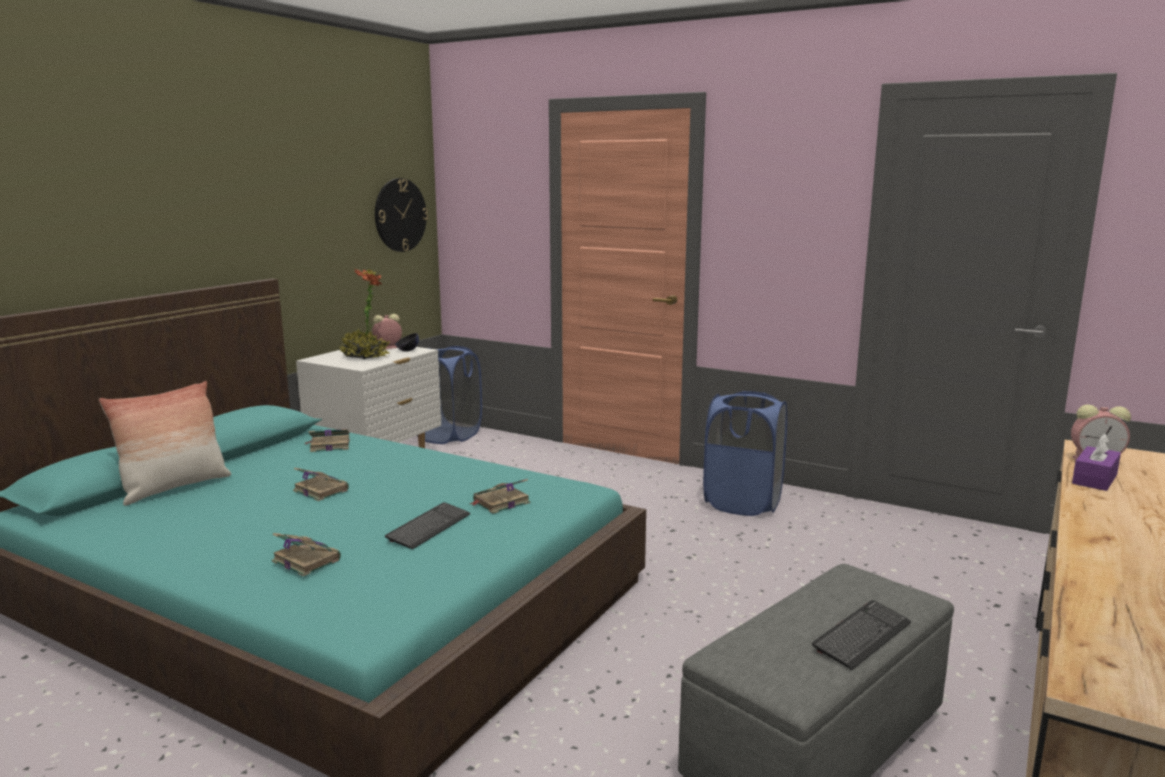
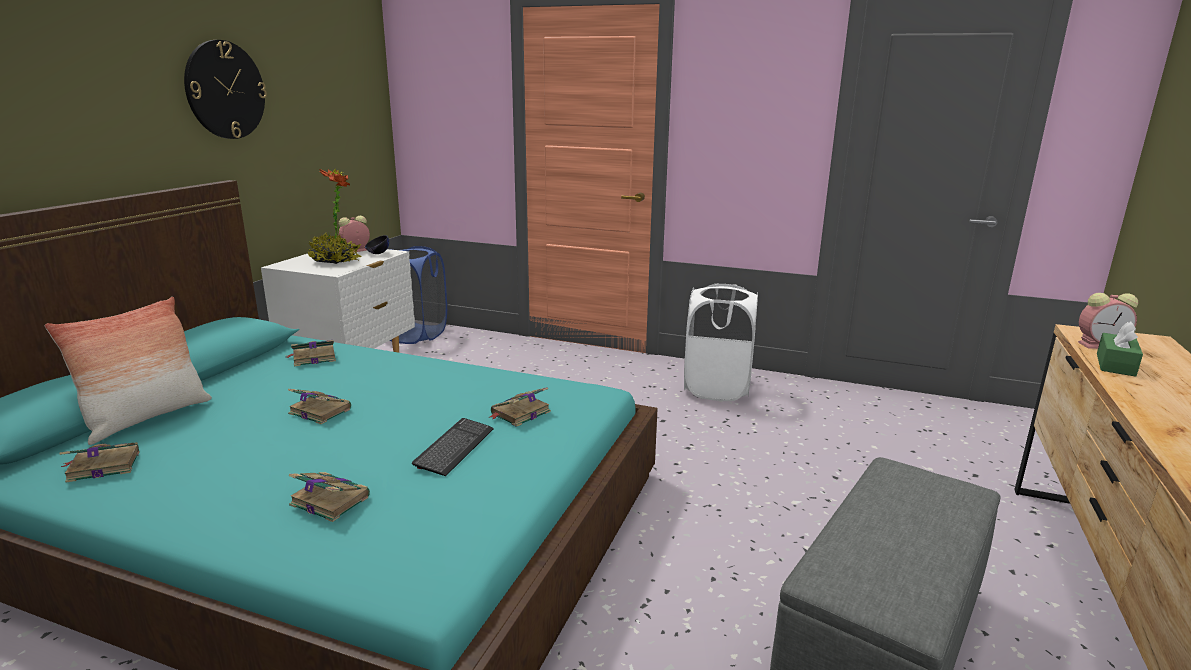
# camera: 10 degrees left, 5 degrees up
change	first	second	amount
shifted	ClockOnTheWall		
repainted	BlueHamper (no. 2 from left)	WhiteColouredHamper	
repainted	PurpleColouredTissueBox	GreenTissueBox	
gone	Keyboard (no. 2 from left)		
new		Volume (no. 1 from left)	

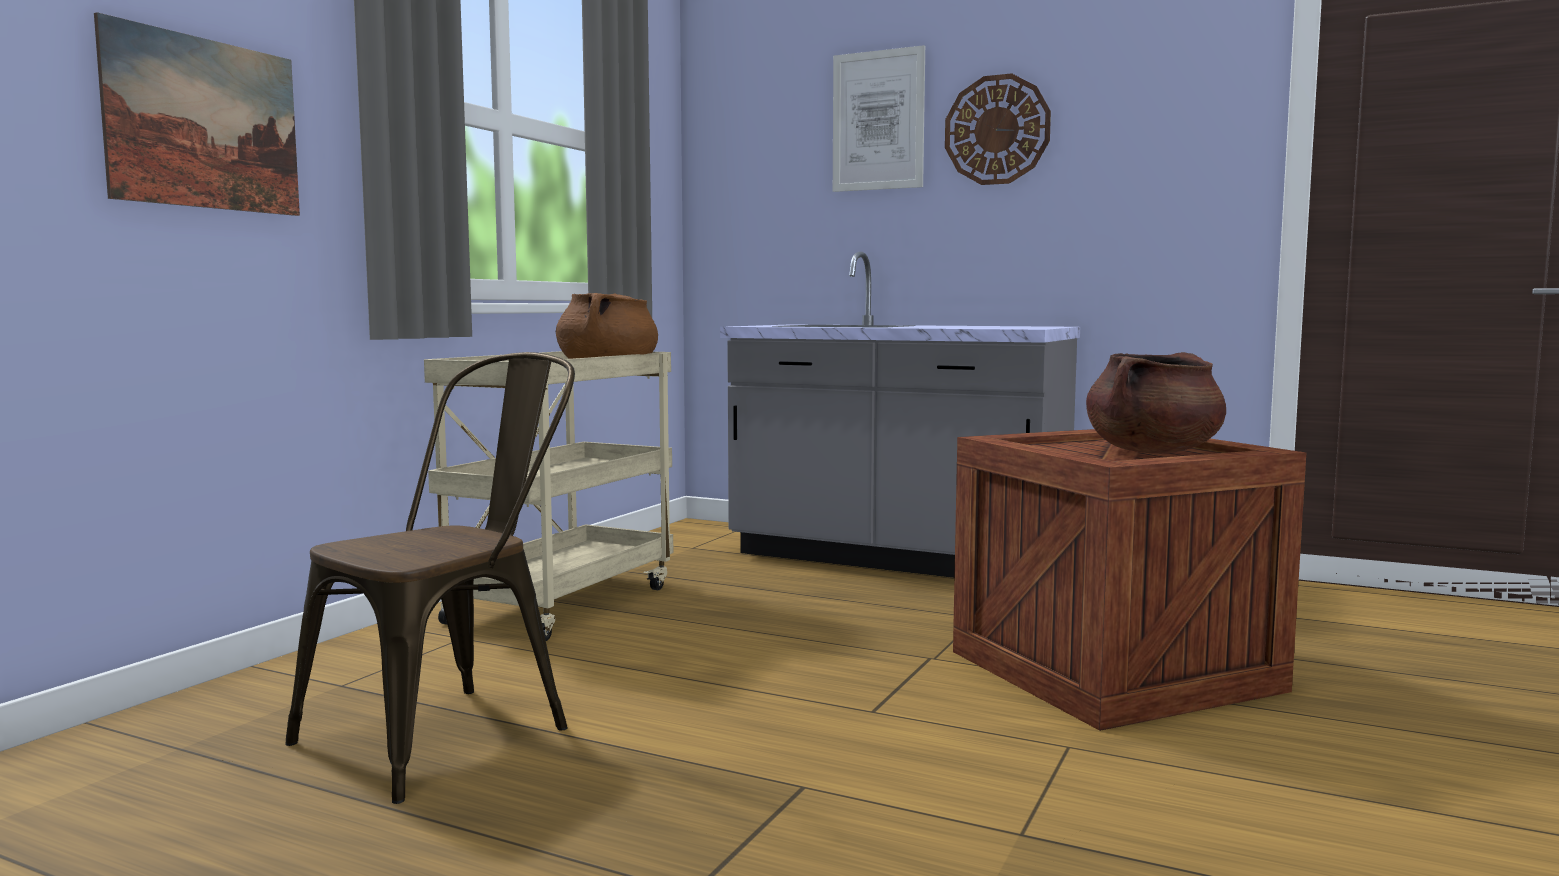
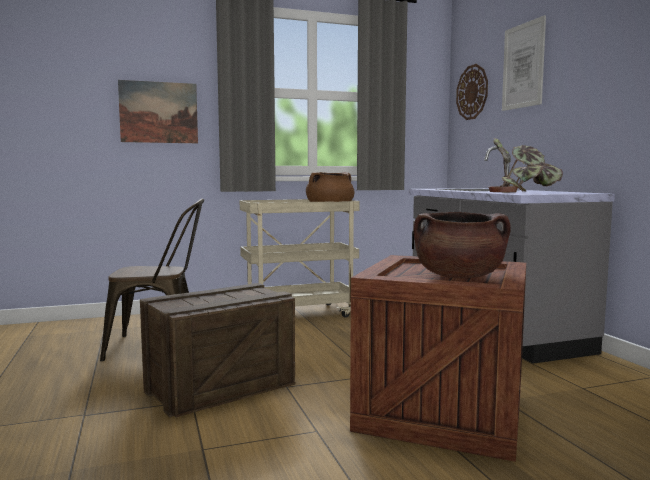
# camera: 45 degrees right, 0 degrees up
change	first	second	amount
shifted	ClockOnTheWall		
new		Houseplant	
new		ShippingCrate (no. 1 from left)	

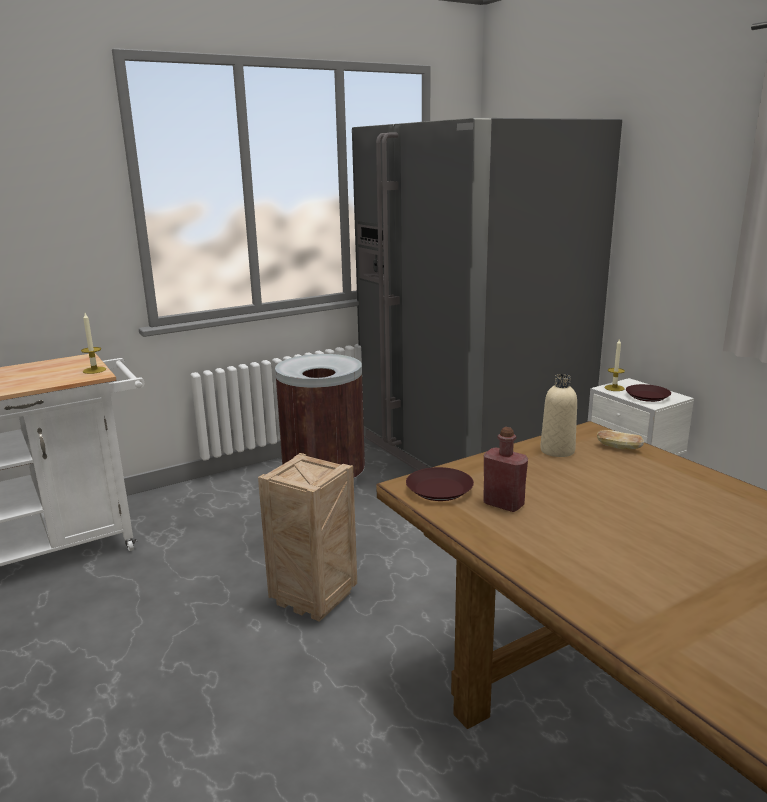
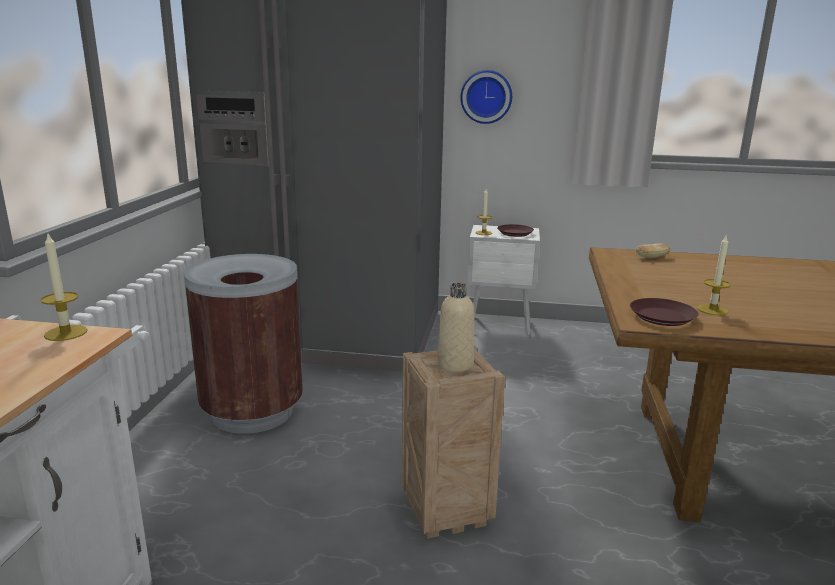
# camera: 50 degrees left, 0 degrees up
change	first	second	amount
shifted	SandColouredBeverageBottle		
swapped	ReddishBeverageBottle	Candle (no. 3 from left)	
new		ClockOnTheWall	

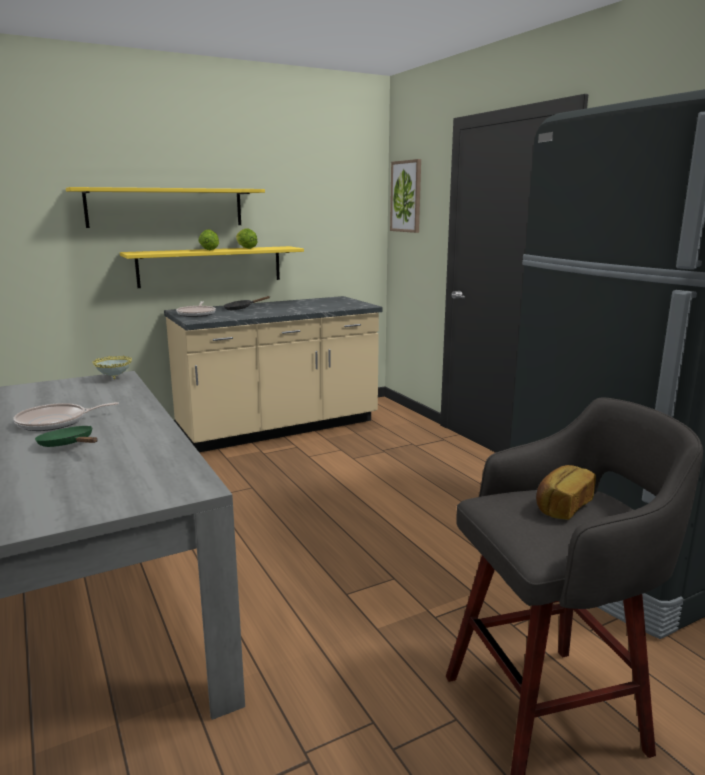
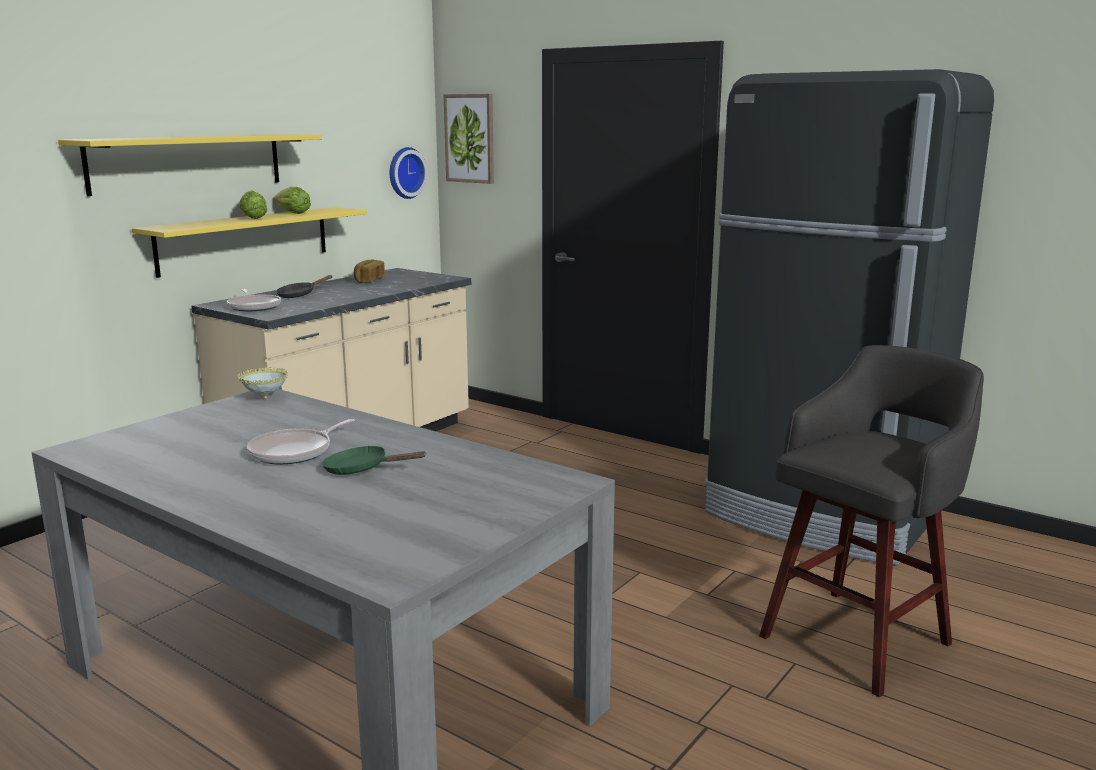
# camera: 25 degrees left, 0 degrees up
change	first	second	amount
shifted	BakedBread		
new		ClockOnTheWall	

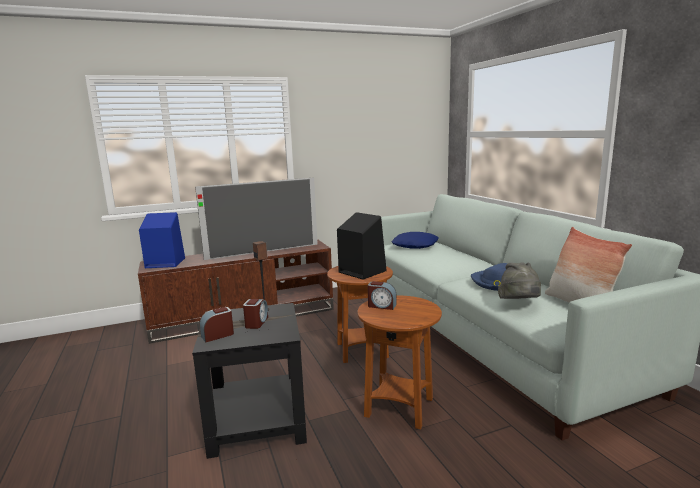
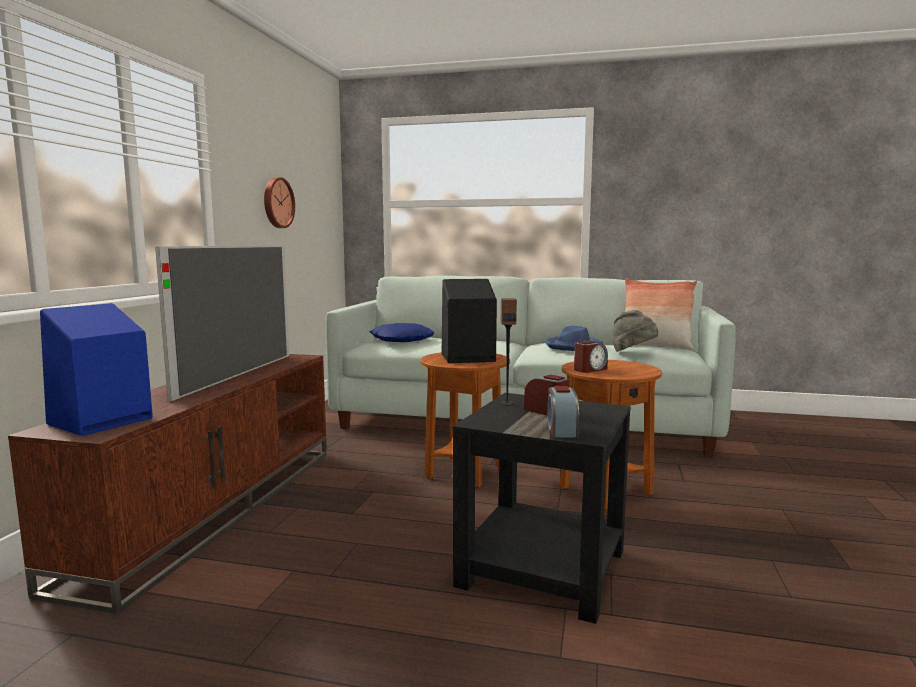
# camera: 55 degrees left, 5 degrees down
change	first	second	amount
new		ClockOnTheWall	

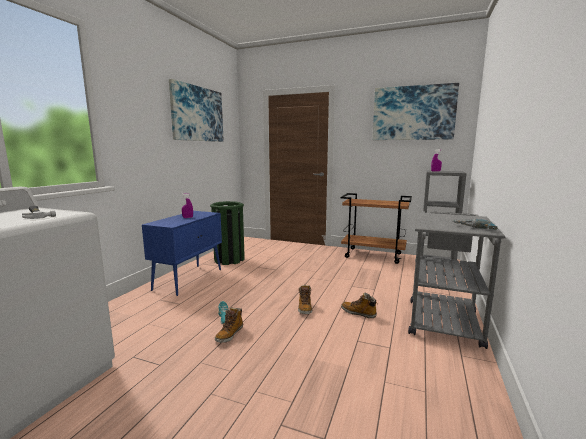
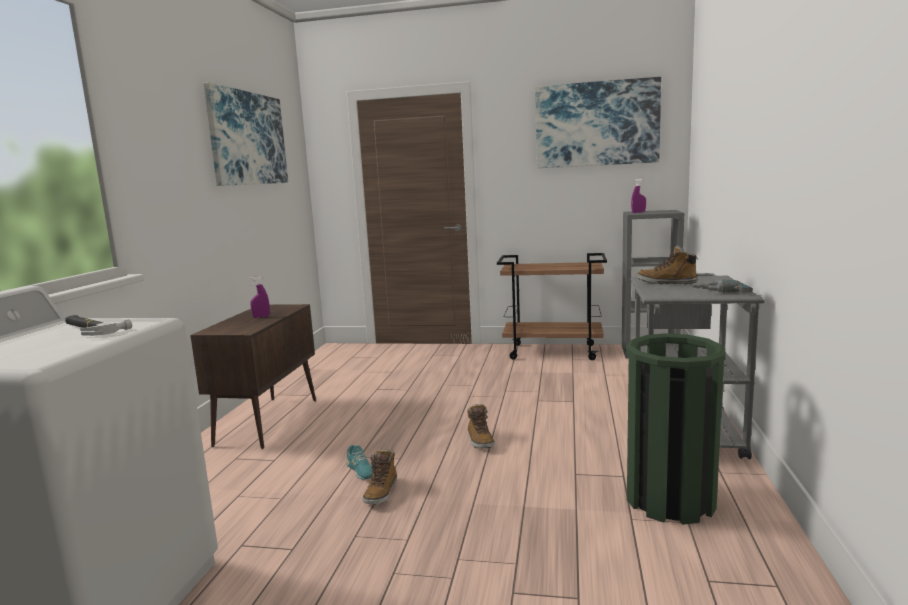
# camera: 10 degrees left, 0 degrees up
change	first	second	amount
shifted	GreenRubbishBin		
repainted	BlueCabinet	BrownishCabinet	
shifted	HighTopBoot (no. 3 from left)		

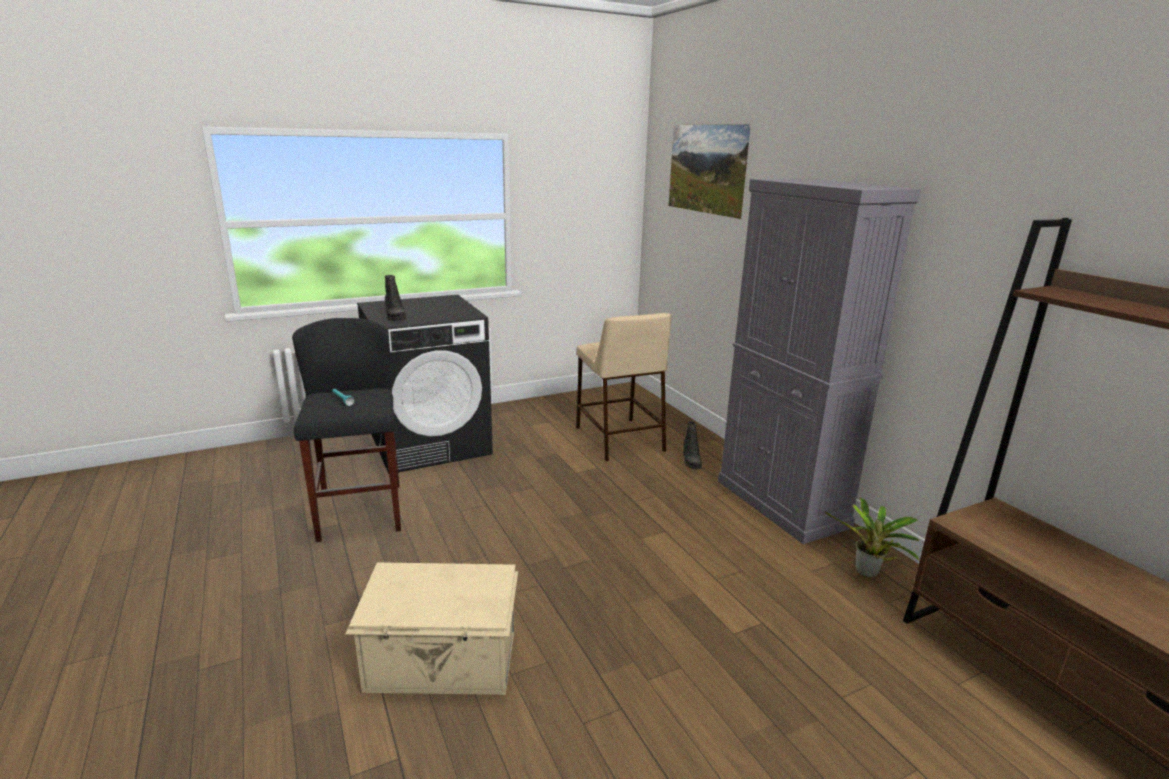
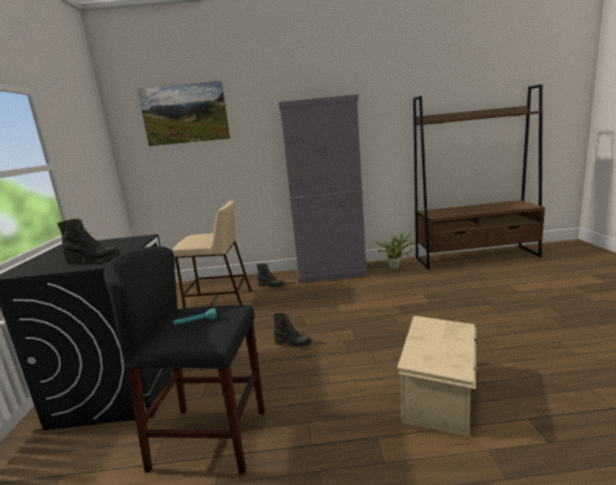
# camera: 65 degrees left, 5 degrees down
change	first	second	amount
new		BlackColouredHighTopBoot (no. 3 from left)	

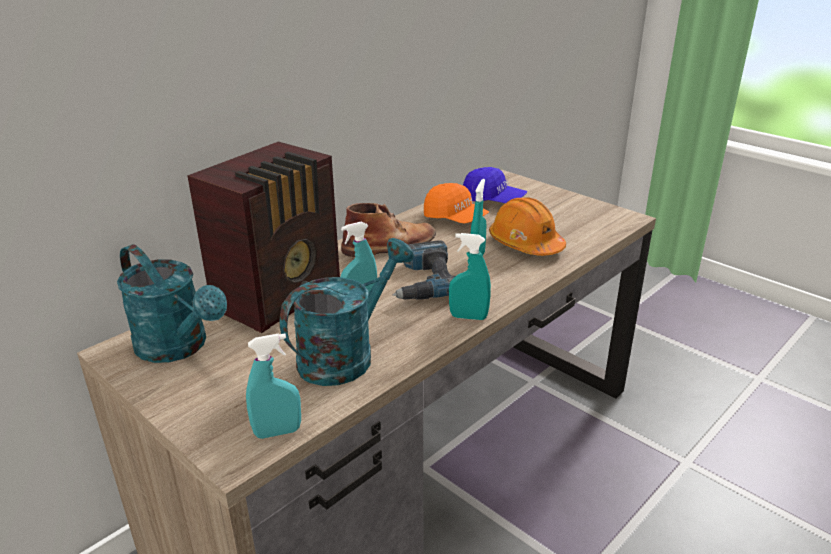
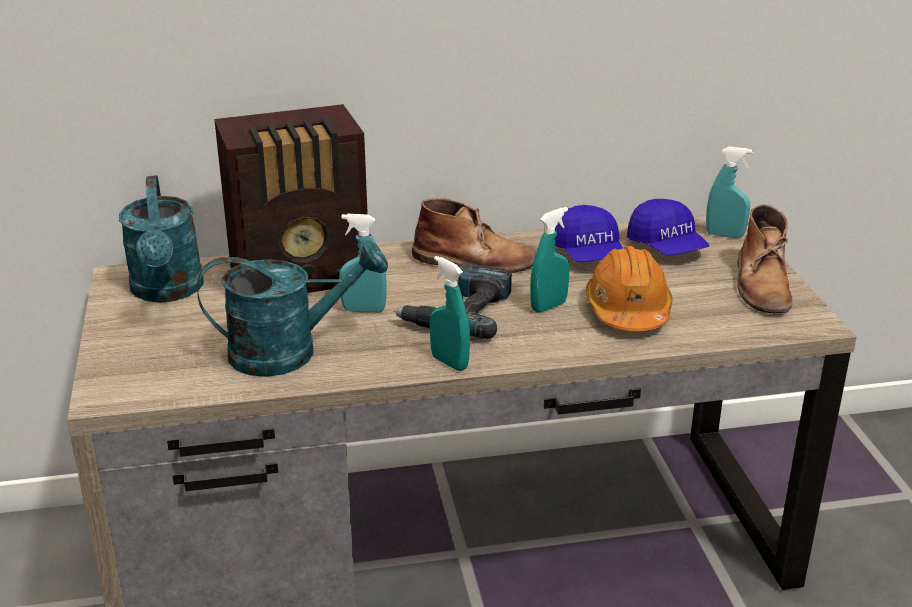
# camera: 35 degrees right, 0 degrees up
change	first	second	amount
repainted	OrangeColouredBaseballCap	BlueBaseballCap (no. 1 from left)	
shifted	BlueGreenSprayer (no. 1 from left in the first image)	BlueGreenSprayer (no. 4 from left)	
new		BrownishHighTopBoot (no. 2 from left)	

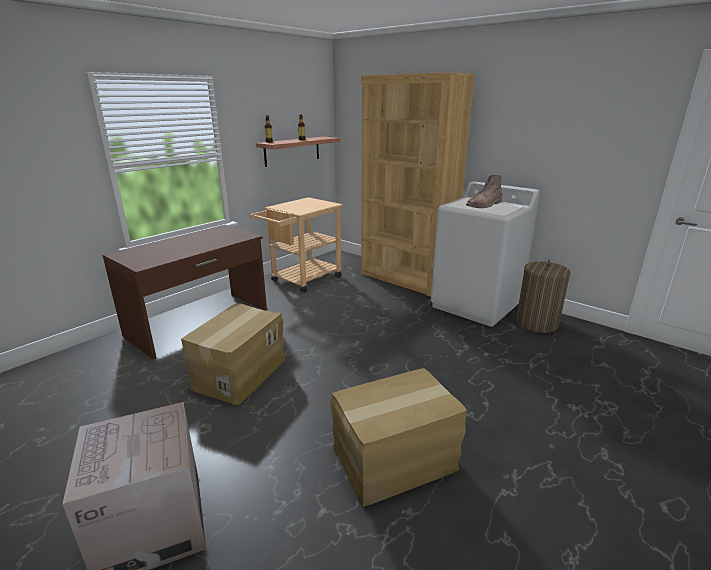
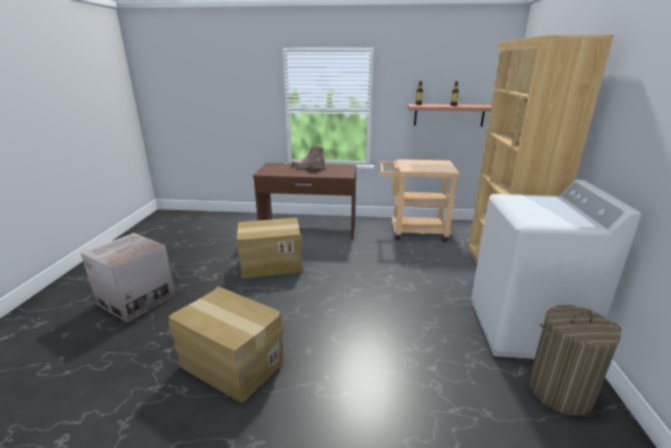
# camera: 55 degrees right, 0 degrees up
change	first	second	amount
shifted	BrownishHighTopBoot		

